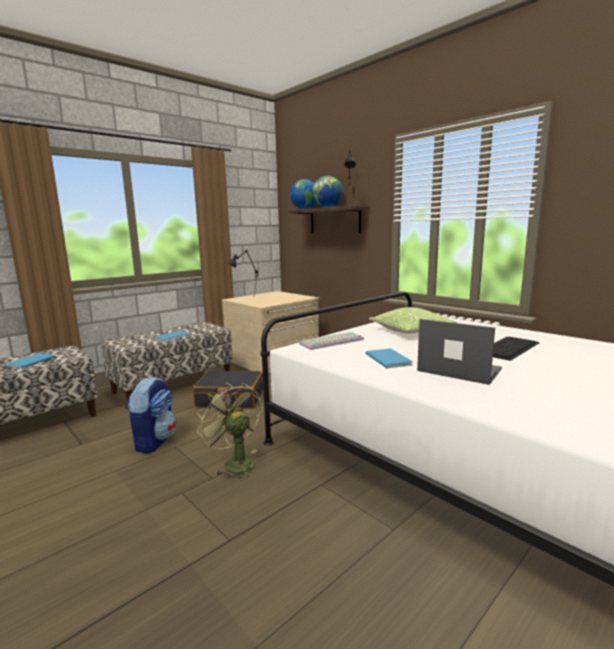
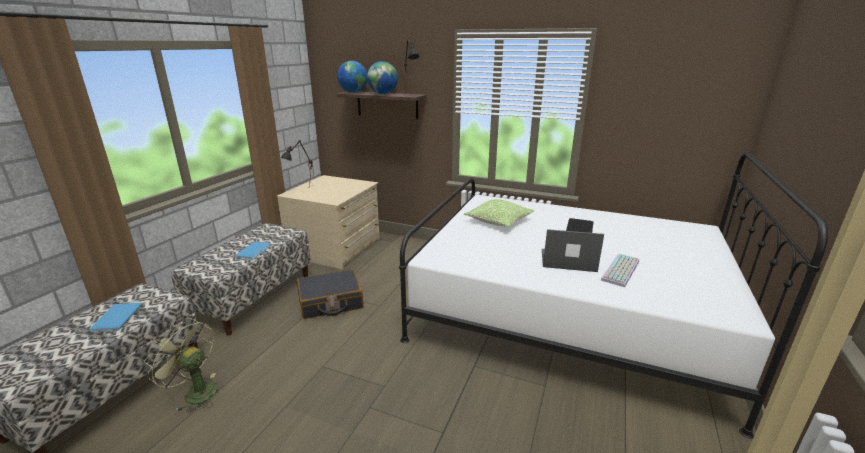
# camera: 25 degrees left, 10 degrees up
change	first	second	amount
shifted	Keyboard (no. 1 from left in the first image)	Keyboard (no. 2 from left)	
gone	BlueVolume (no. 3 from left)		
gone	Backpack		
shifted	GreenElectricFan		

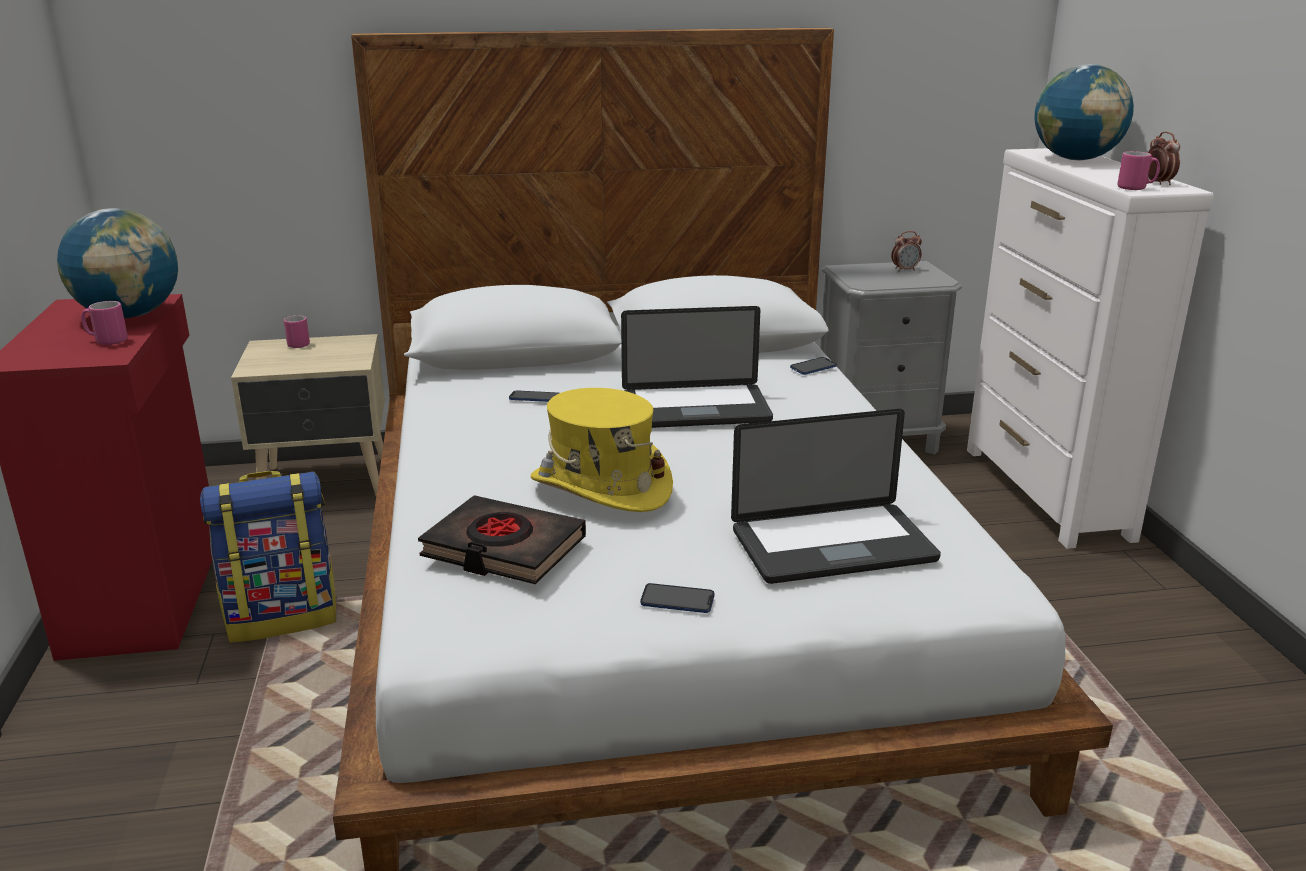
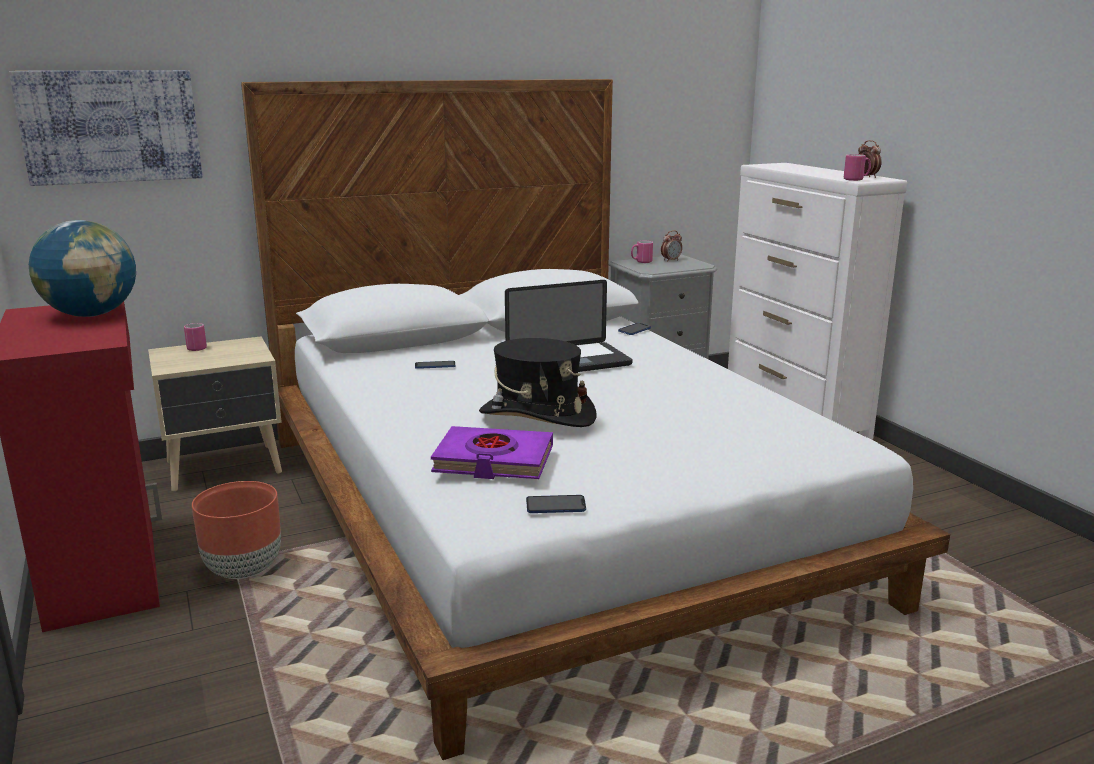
# camera: 15 degrees left, 5 degrees down
change	first	second	amount
gone	WorldGlobe (no. 2 from left)		
shifted	PinkishTeaMug (no. 1 from left in the first image)	PinkishTeaMug (no. 2 from left)	
repainted	YellowClothingHat	BlackColouredClothingHat	
gone	PortableComputer (no. 2 from left)		
swapped	Backpack	BrownishFlowerPot	
repainted	BlackColouredVolume	PurpleColouredVolume	
shifted	Telephone (no. 2 from left)		
new		WallPicture	

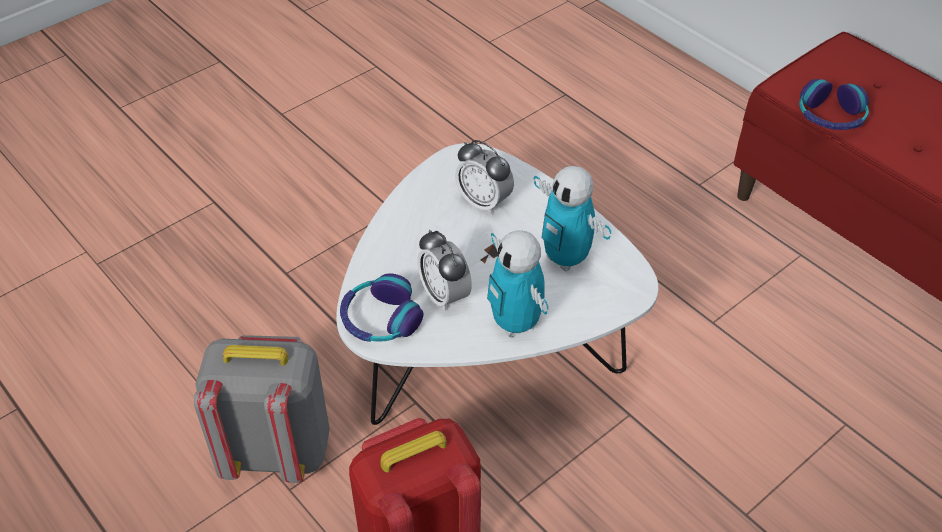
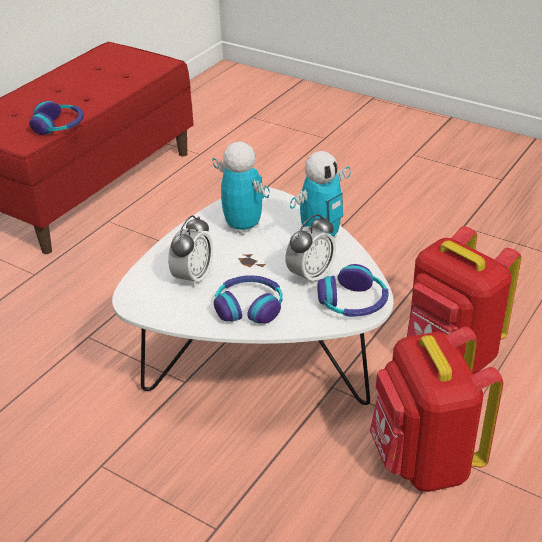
# camera: 105 degrees left, 10 degrees down
change	first	second	amount
rotated	RobotFigure (no. 2 from left in the first image)	RobotFigure (no. 1 from left)	75 degrees counterclockwise
repainted	GreyishBackpack	ReddishBackpack (no. 1 from left)	
new		Headphones (no. 2 from left)	

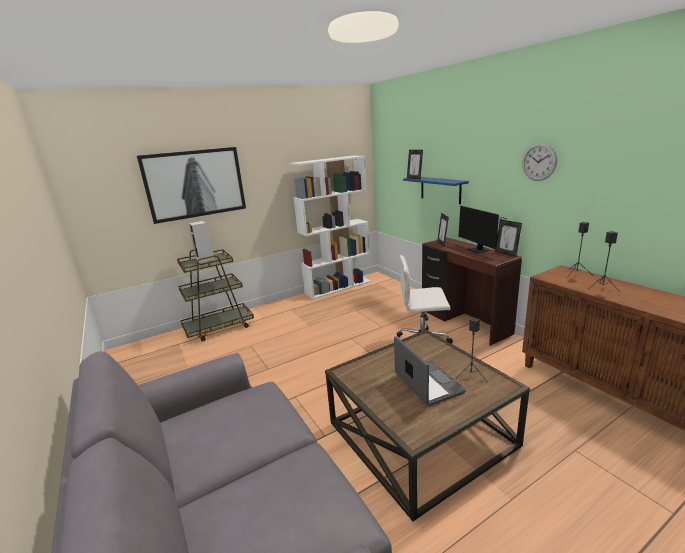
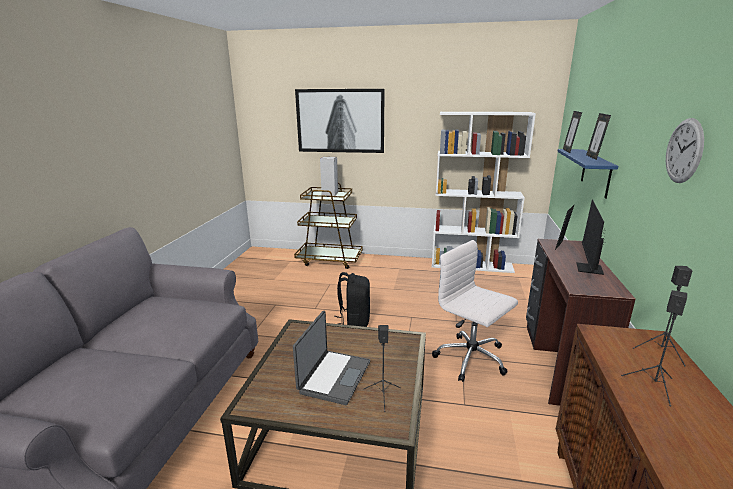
# camera: 40 degrees right, 0 degrees up
change	first	second	amount
shifted	PhotoFrame (no. 3 from left)		
new		BlackColouredBackpack	

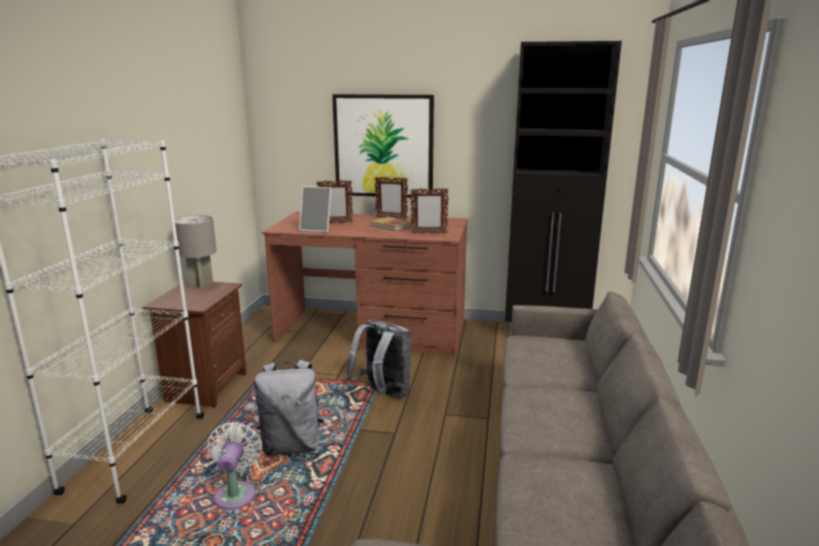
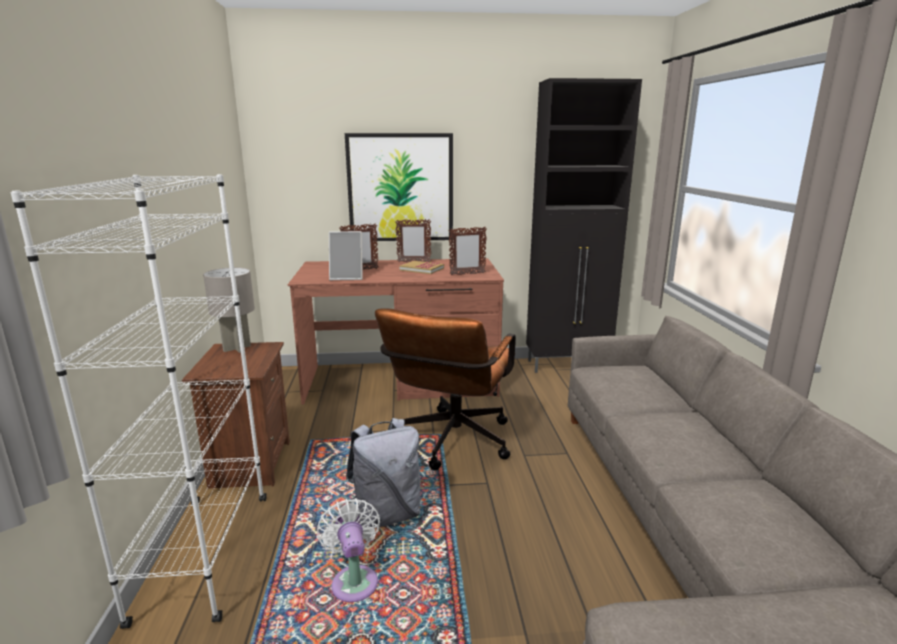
# camera: 15 degrees left, 0 degrees up
change	first	second	amount
swapped	GreyishBackpack (no. 2 from left)	BrownishDeskChair	

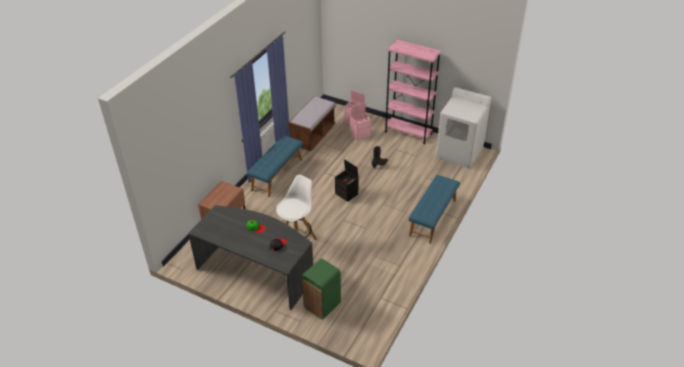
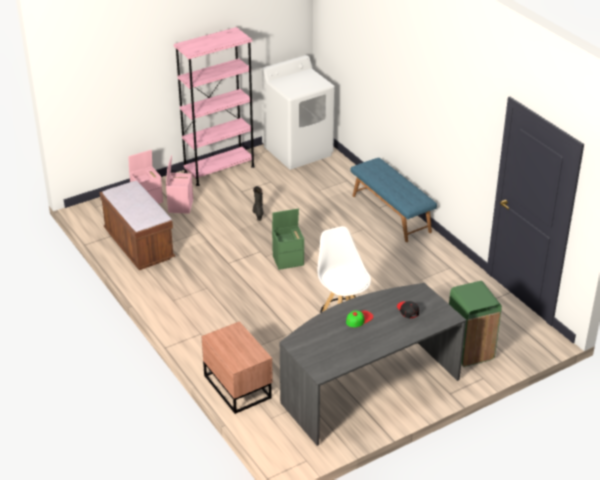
# camera: 60 degrees left, 5 degrees down
change	first	second	amount
gone	BlueLongSeat (no. 1 from left)		
repainted	BlackColouredStorageBox	GreenStorageBox	

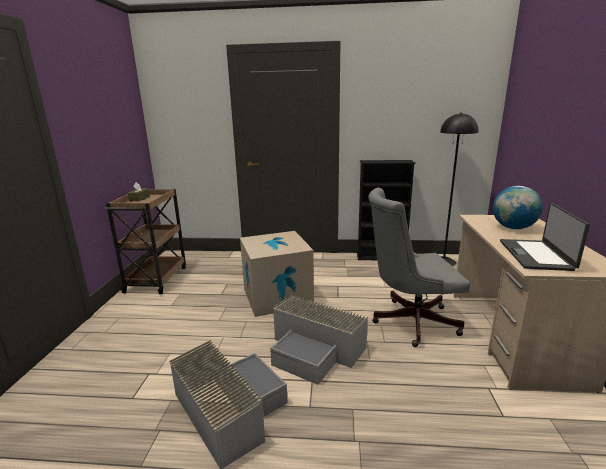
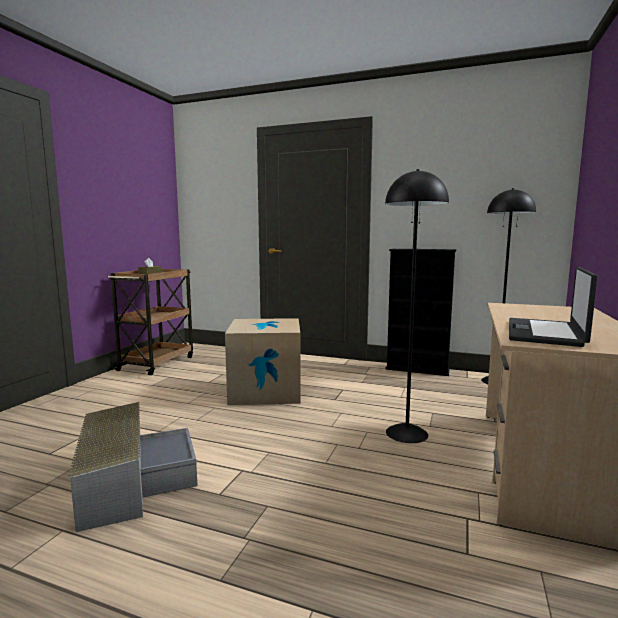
# camera: 15 degrees right, 10 degrees down
change	first	second	amount
gone	WorldGlobe		
swapped	GreyishDeskChair	BlackColouredStandardLamp (no. 1 from left)	
gone	GreyishStorageBox (no. 2 from left)		

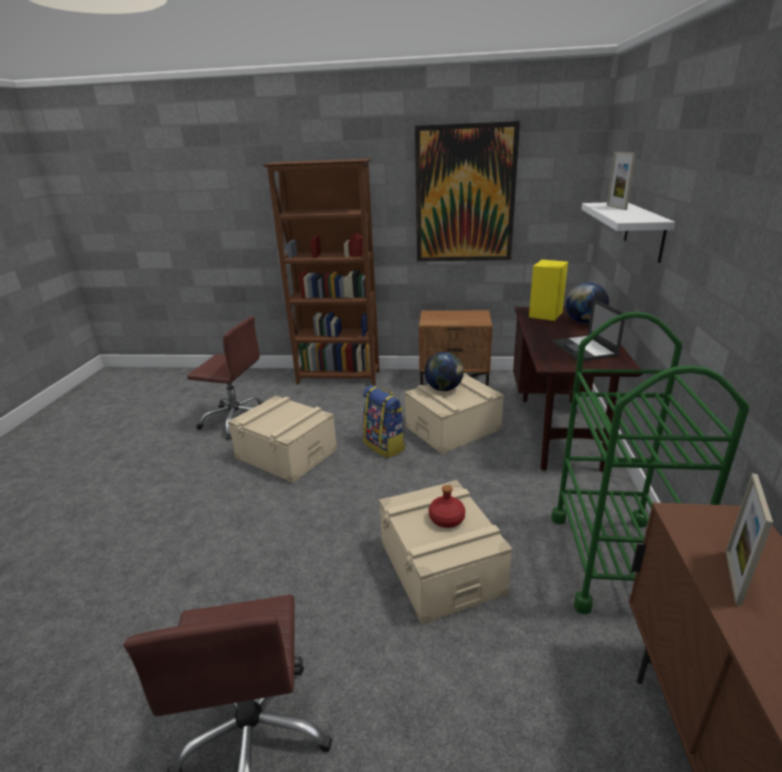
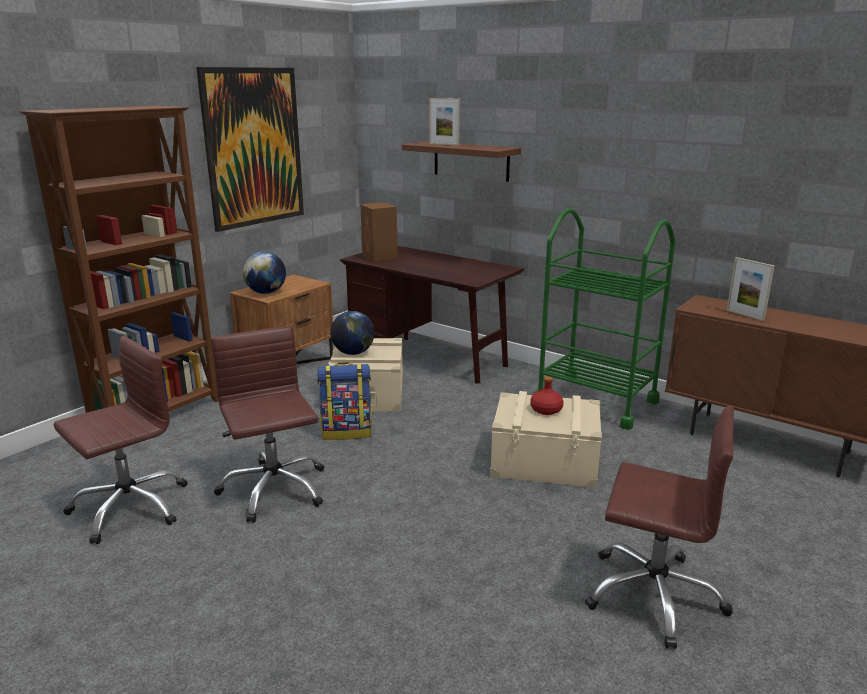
# camera: 60 degrees left, 5 degrees down
change	first	second	amount
repainted	WhiteColouredShelf	BrownishShelf	
repainted	YellowSpeaker	BrownishSpeaker	
shifted	WorldGlobe (no. 2 from left in the first image)	WorldGlobe (no. 1 from left)	
gone	PortableComputer		
swapped	SandColouredStorageBox (no. 1 from left)	BrownishDeskChair (no. 2 from left)	

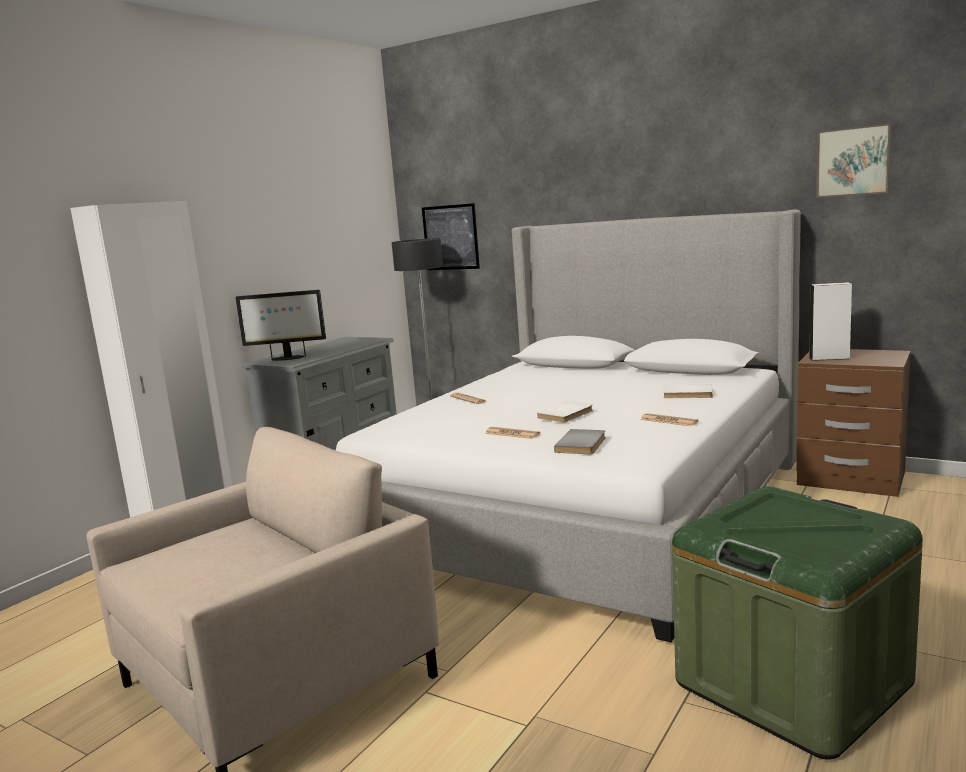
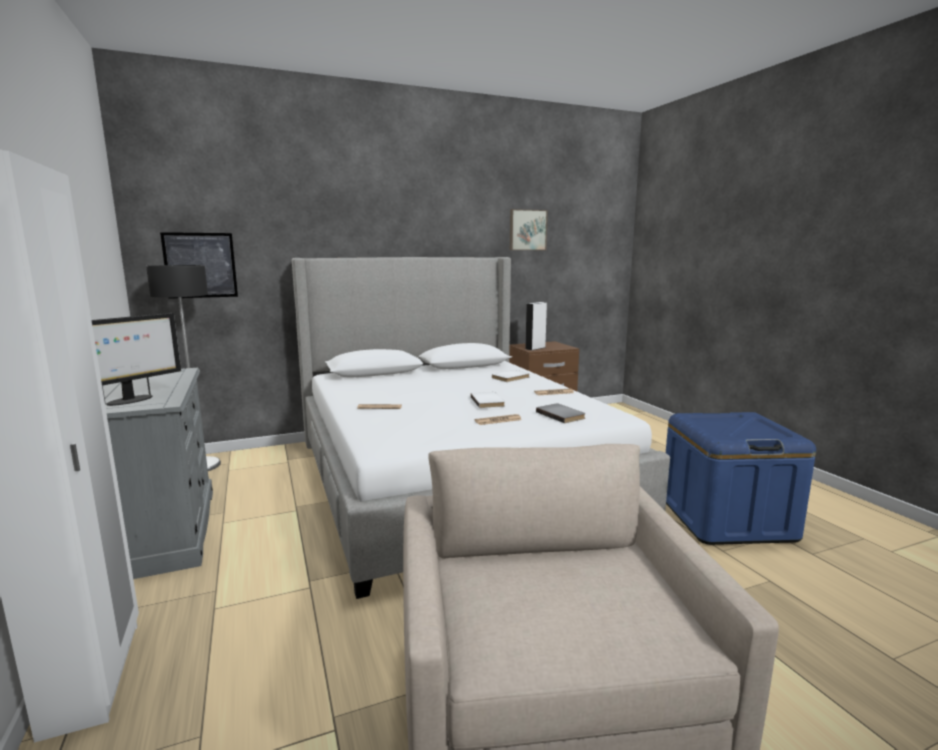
# camera: 55 degrees left, 0 degrees up
change	first	second	amount
repainted	GreenStorageBox	BlueStorageBox	

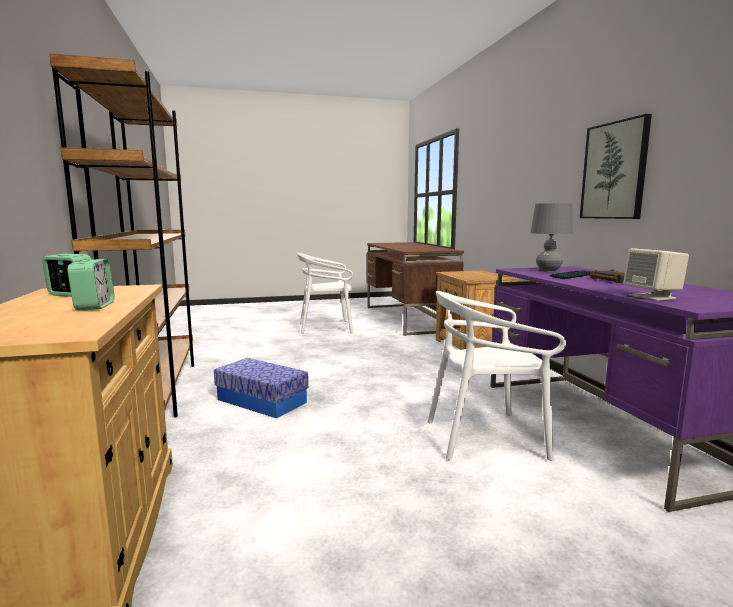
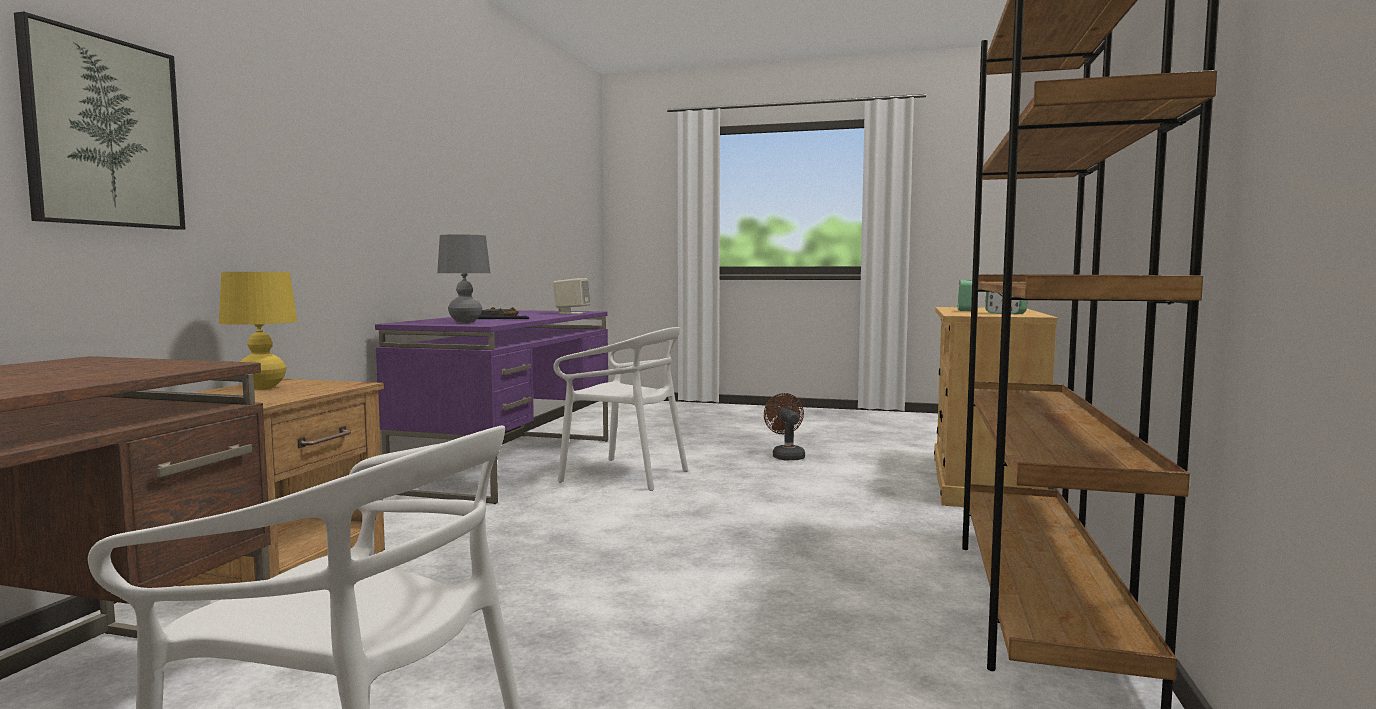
# camera: 150 degrees left, 5 degrees down
change	first	second	amount
shifted	WallPicture		
gone	StorageBox		
new		YellowTabletopLamp	
new		BrownishElectricFan	

